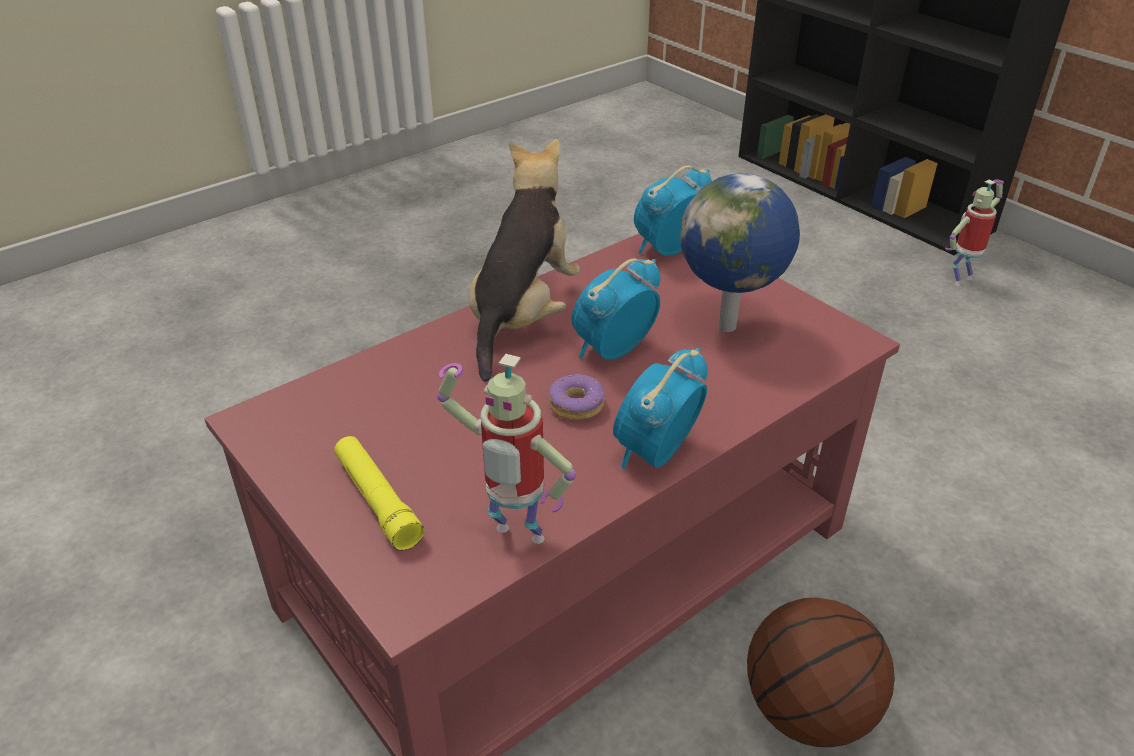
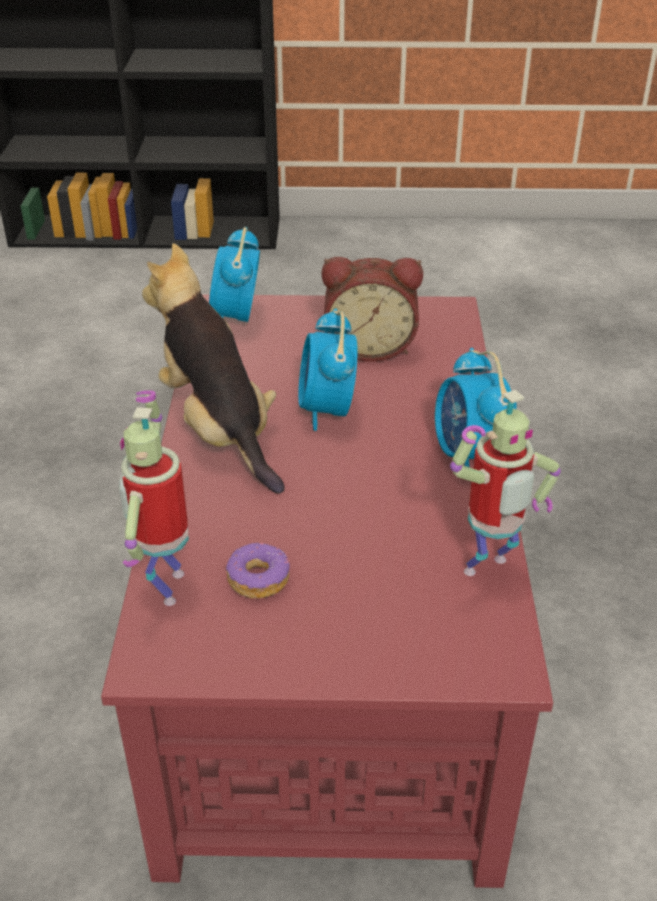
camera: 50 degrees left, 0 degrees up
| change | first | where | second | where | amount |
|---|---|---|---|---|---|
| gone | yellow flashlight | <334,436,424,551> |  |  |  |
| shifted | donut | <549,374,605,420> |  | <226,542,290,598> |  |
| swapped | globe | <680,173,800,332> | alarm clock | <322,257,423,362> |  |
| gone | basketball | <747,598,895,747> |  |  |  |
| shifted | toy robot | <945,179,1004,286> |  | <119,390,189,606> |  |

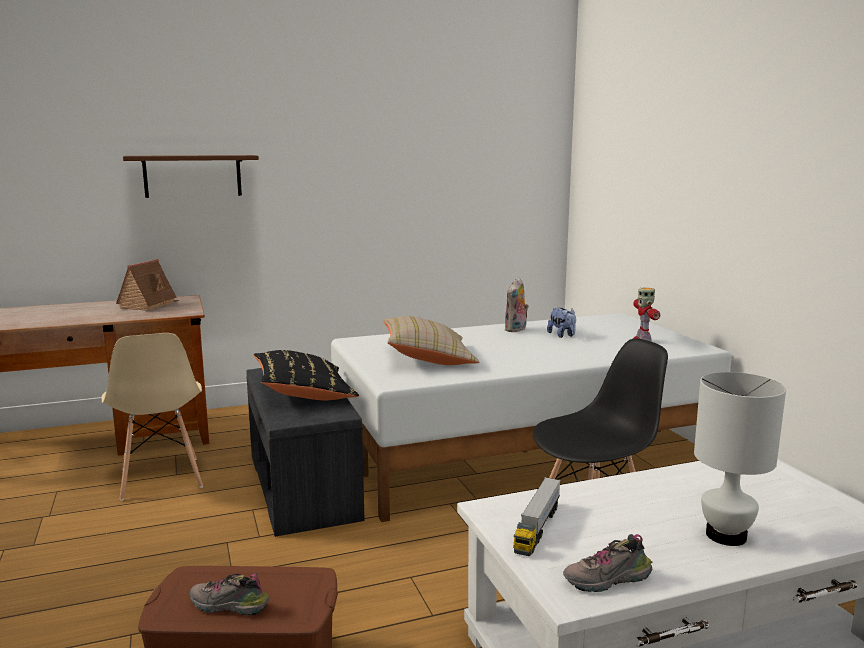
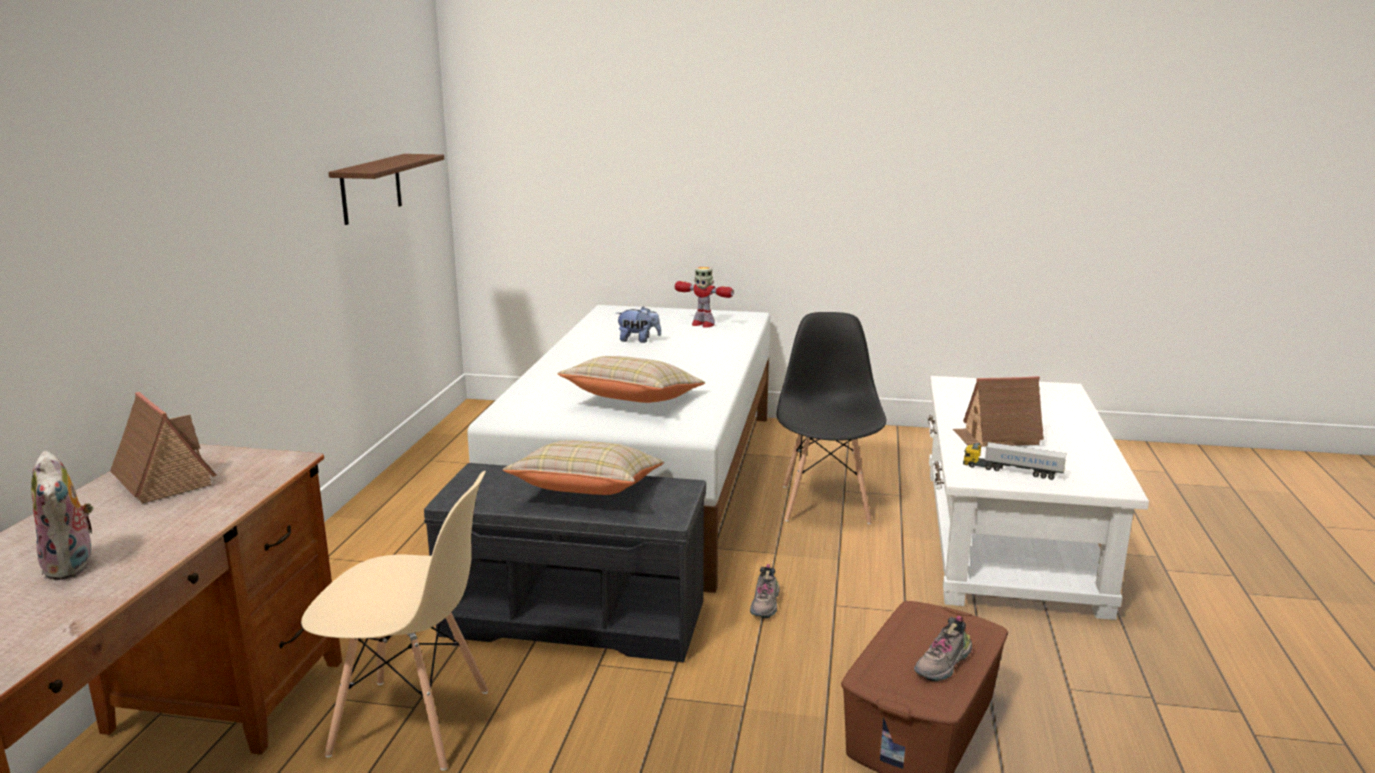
camera: 60 degrees left, 5 degrees up
| change | first | where | second | where | amount |
|---|---|---|---|---|---|
| shifted | brown shelf | <123,155,259,198> |  | <328,154,444,225> |  |
| repainted | black pillow | <253,350,359,400> | beige pillow | <503,440,664,495> |  |
| shifted | plush toy | <505,278,529,332> |  | <31,450,96,580> |  |
| rotated | toy truck | <513,477,561,556> |  | <963,442,1067,480> | 150 degrees clockwise |
| shifted | shoe | <563,534,653,592> |  | <750,564,780,618> |  |
| gone | white table lamp | <694,372,786,546> |  |  |  |
| new |  |  | toy house | <953,376,1044,447> |  |

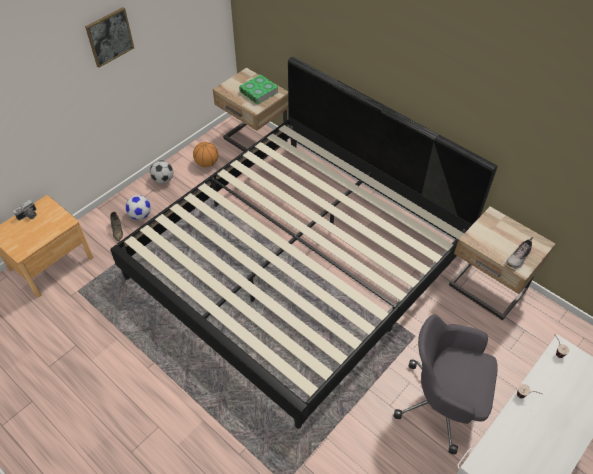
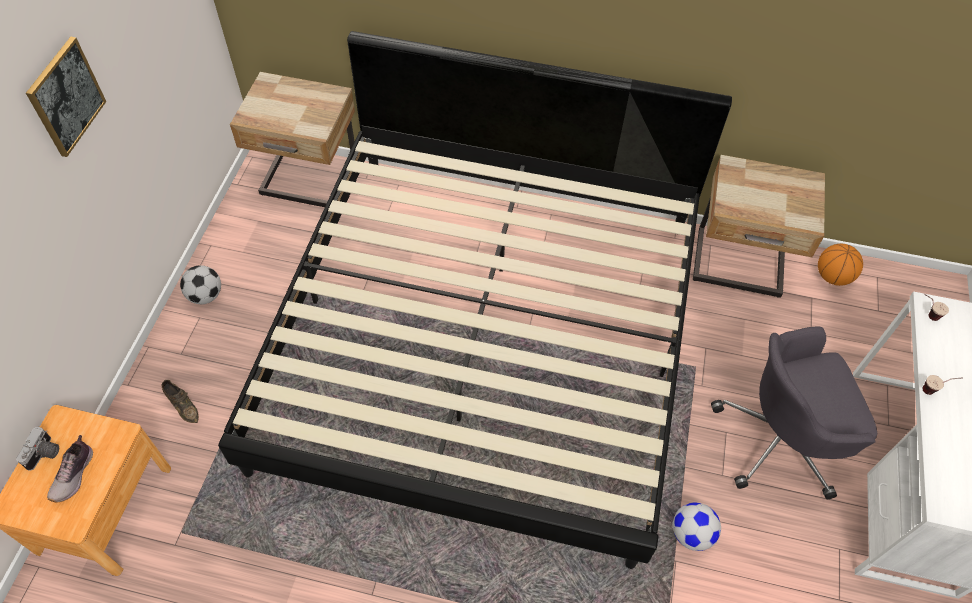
camera: 30 degrees left, 5 degrees up
| change | first | where | second | where | amount |
|---|---|---|---|---|---|
| shifted | football | <125,195,151,220> |  | <673,503,721,551> |  |
| shifted | basketball | <193,142,218,167> |  | <818,244,863,286> |  |
| gone | book | <239,74,279,105> |  |  |  |
| shifted | shoe | <506,237,533,268> |  | <47,435,93,503> |  |

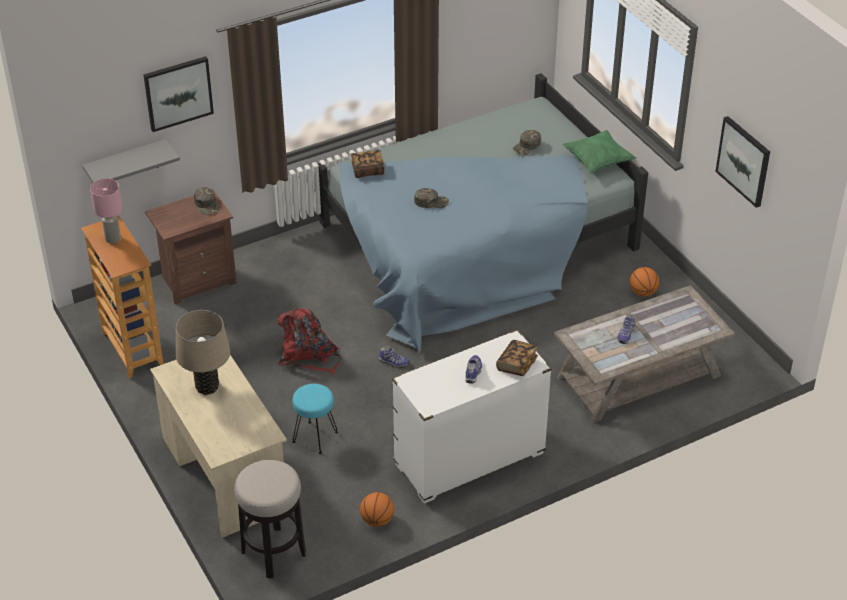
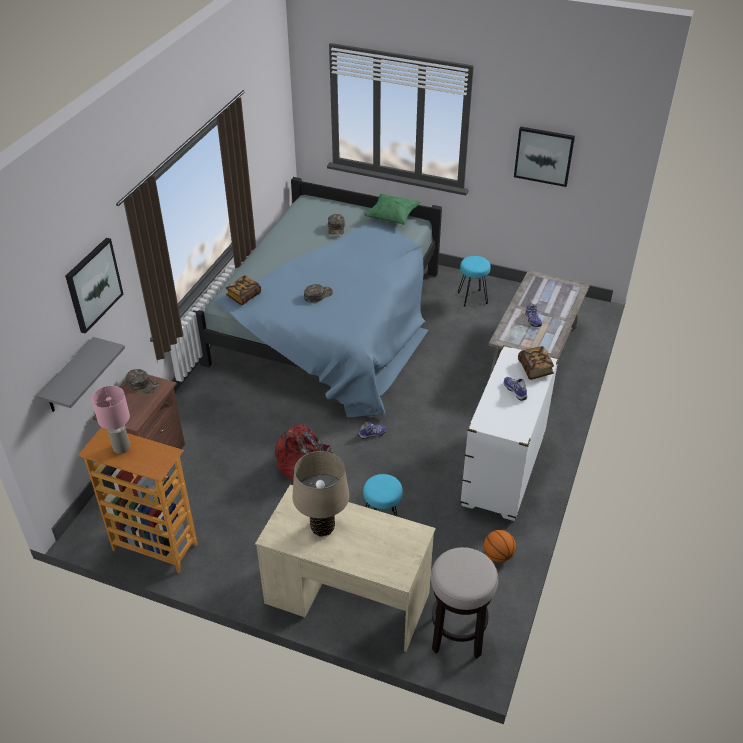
camera: 40 degrees left, 0 degrees up
| change | first | where | second | where | amount |
|---|---|---|---|---|---|
| swapped | basketball | <629,267,659,297> | turquoise stool | <458,256,491,307> |  |

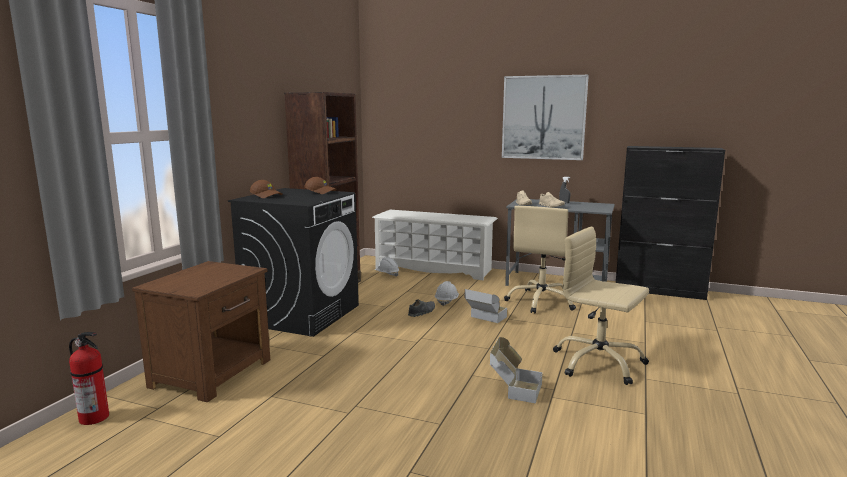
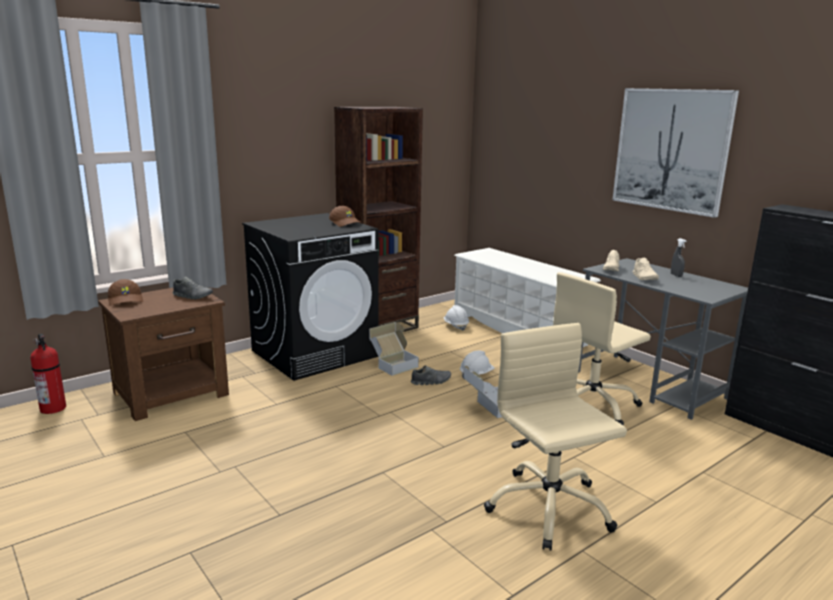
camera: 30 degrees right, 5 degrees up
| change | first | where | second | where | amount |
|---|---|---|---|---|---|
| shifted | brown cap | <250,180,283,198> |  | <108,279,143,306> |  |
| shifted | cardboard box | <490,337,543,403> |  | <369,322,419,376> |  |
| new |  |  | grey shoe | <173,277,213,300> |  |

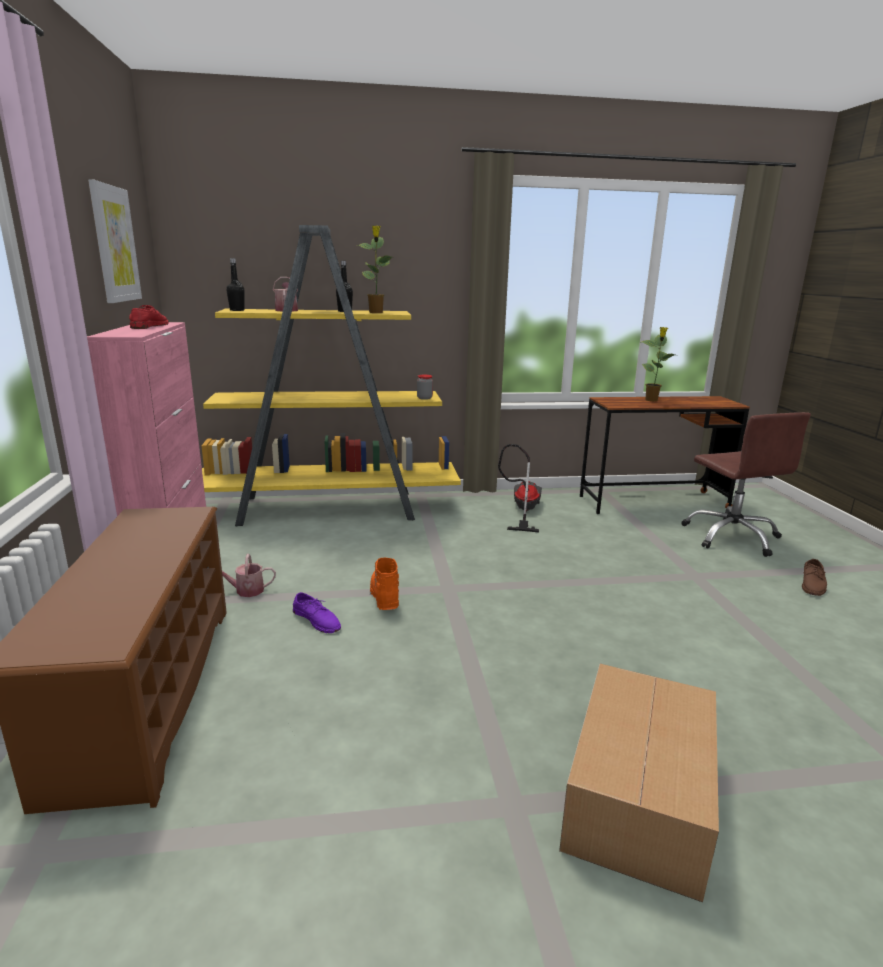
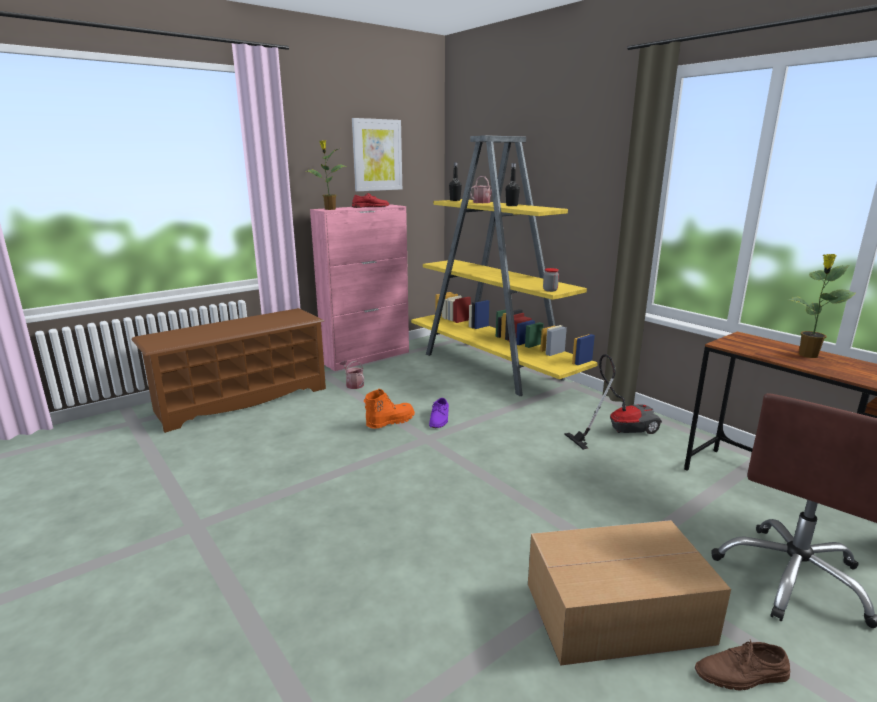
camera: 60 degrees right, 0 degrees up
| change | first | where | second | where | amount |
|---|---|---|---|---|---|
| shifted | purple shoe | <293,592,341,633> |  | <429,398,449,428> |  |
| shifted | potted plant | <357,225,393,313> |  | <306,140,347,210> |  |
| shifted | cardboard box | <559,664,719,902> |  | <528,520,731,666> |  |

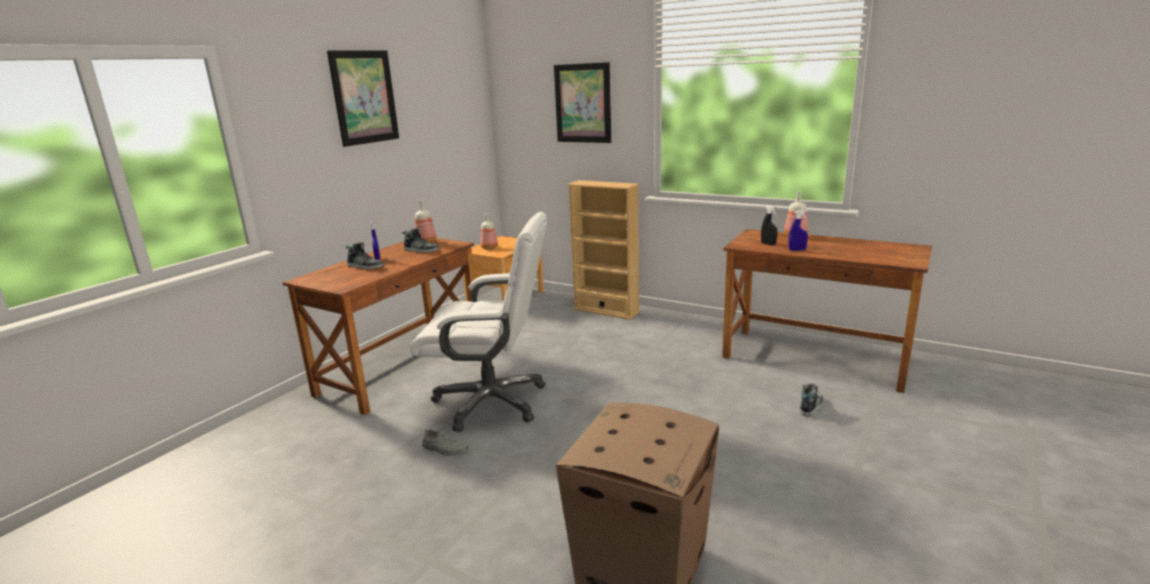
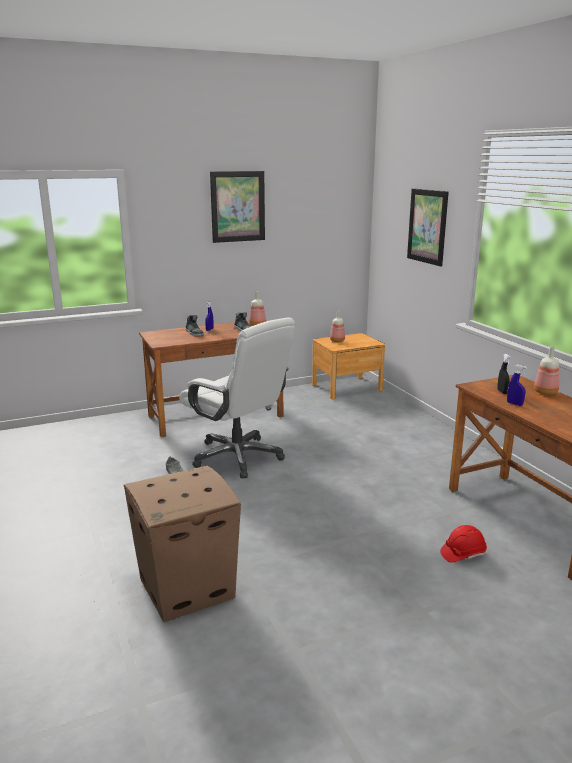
camera: 35 degrees right, 0 degrees up
| change | first | where | second | where | amount |
|---|---|---|---|---|---|
| gone | beige bookcase | <567,180,640,320> |  |  |  |
| swapped | shoe | <800,383,823,417> | red hard hat | <440,525,487,562> |  |

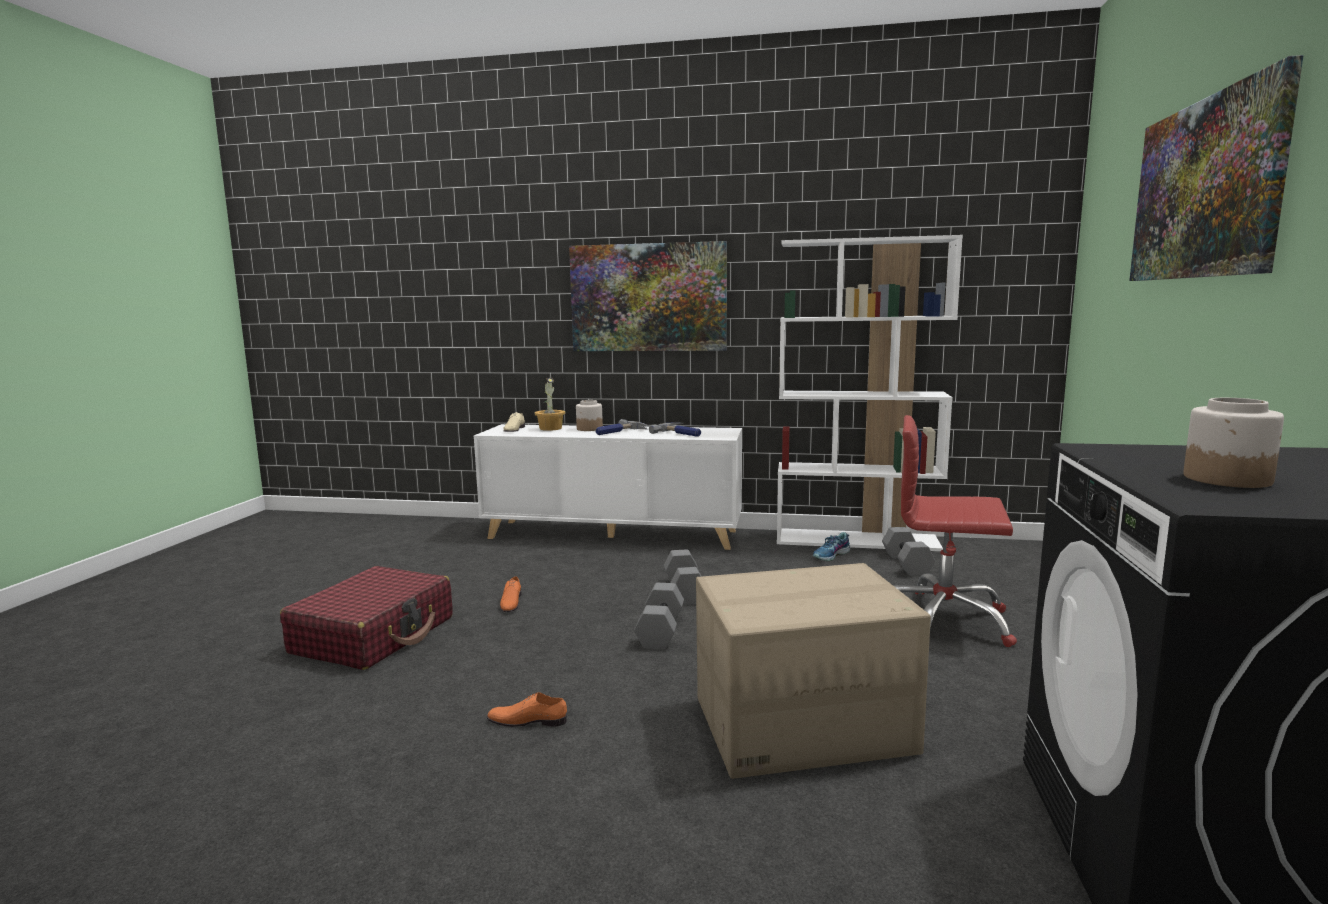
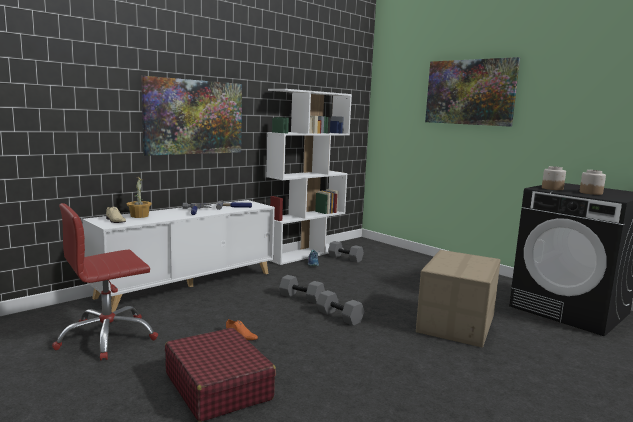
camera: 55 degrees left, 0 degrees up
| change | first | where | second | where | amount |
|---|---|---|---|---|---|
| gone | orange shoe | <487,692,567,727> |  |  |  |
| shifted | jar | <576,400,603,431> |  | <542,166,566,190> |  |
| shifted | red office chair | <893,415,1017,647> |  | <52,203,158,361> |  |

